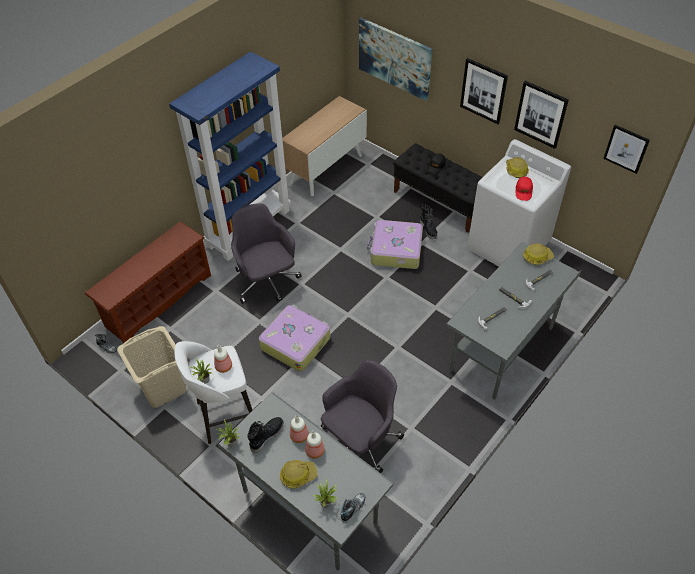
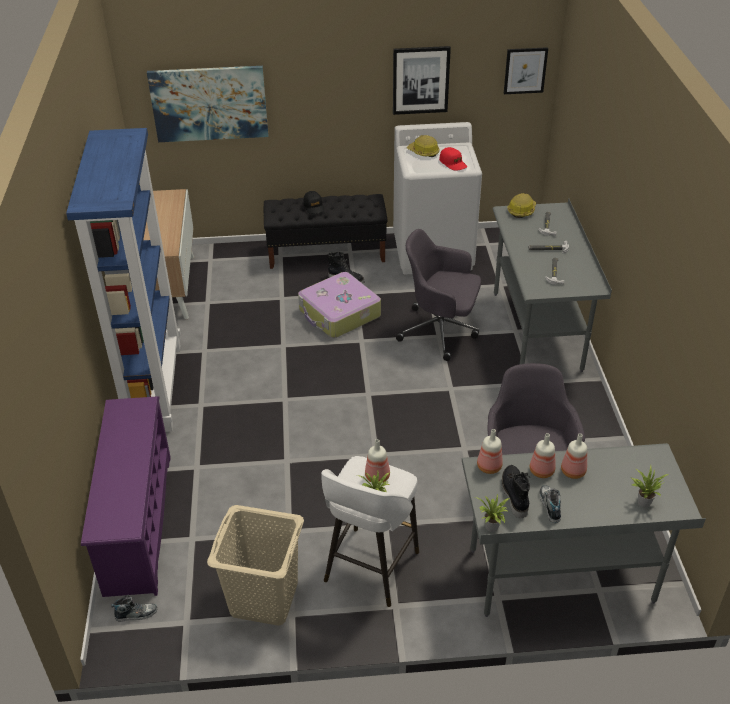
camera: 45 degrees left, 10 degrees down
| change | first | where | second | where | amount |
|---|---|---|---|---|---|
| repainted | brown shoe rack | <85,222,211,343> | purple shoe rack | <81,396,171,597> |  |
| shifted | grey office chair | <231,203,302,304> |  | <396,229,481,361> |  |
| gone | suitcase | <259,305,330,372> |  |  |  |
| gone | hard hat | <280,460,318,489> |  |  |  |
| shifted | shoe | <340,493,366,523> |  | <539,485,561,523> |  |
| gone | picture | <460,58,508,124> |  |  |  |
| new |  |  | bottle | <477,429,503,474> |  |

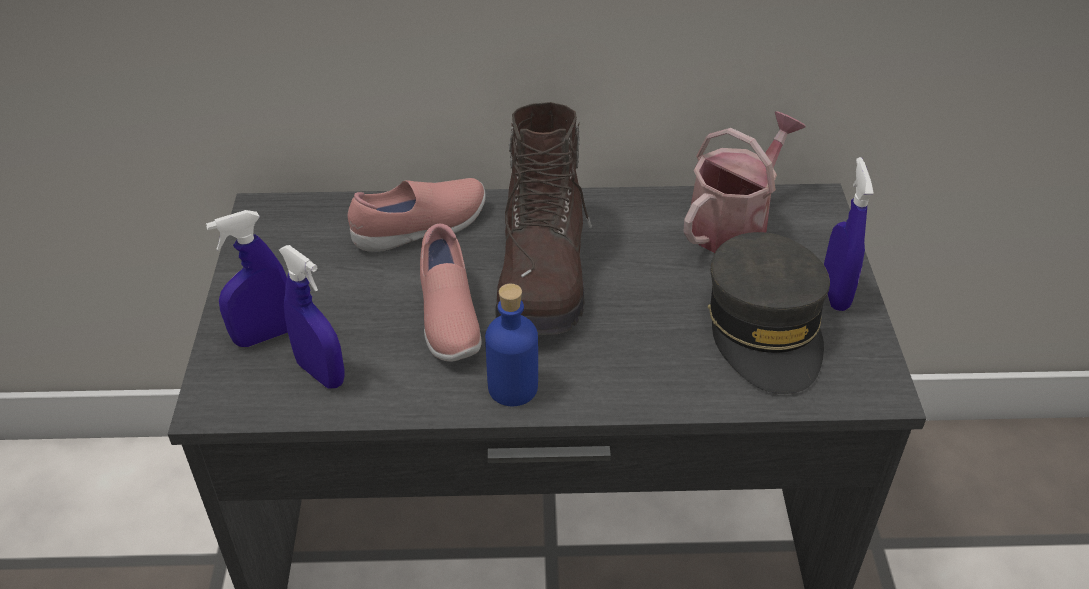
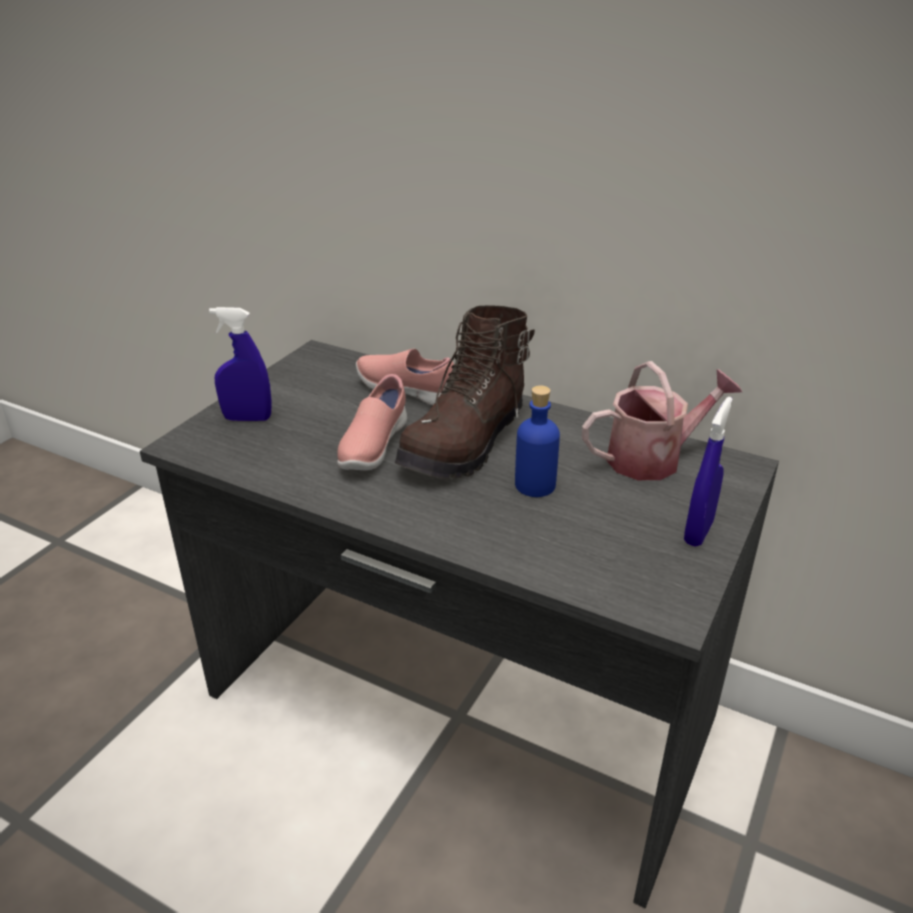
camera: 30 degrees right, 10 degrees down
| change | first | where | second | where | amount |
|---|---|---|---|---|---|
| gone | blue spray bottle | <279,245,345,389> |  |  |  |
| rotated | pink shoe | <348,178,486,252> |  | <356,349,454,406> | 150 degrees counterclockwise |
| shifted | blue bottle | <485,284,538,406> |  | <515,385,560,497> |  |
| gone | grey cap | <708,232,830,394> |  |  |  |

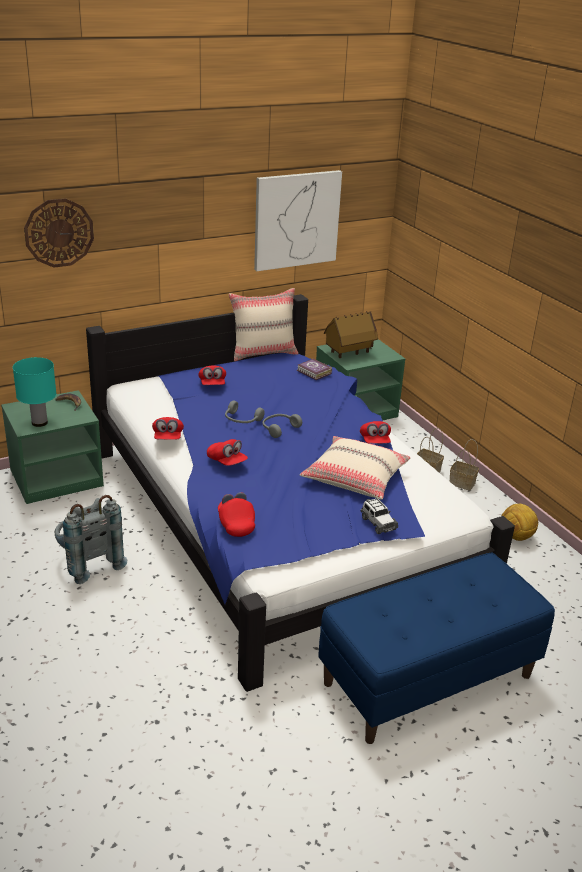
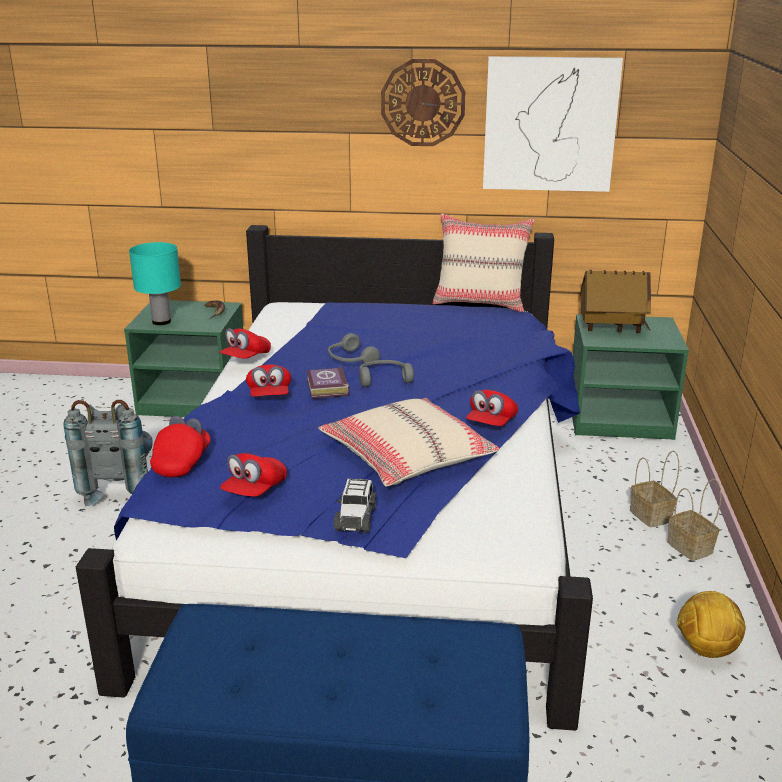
camera: 35 degrees right, 5 degrees down
| change | first | where | second | where | amount |
|---|---|---|---|---|---|
| shifted | wall clock | <24,198,94,268> |  | <381,59,465,146> |  |
| shifted | red cap | <198,365,226,385> |  | <220,453,287,496> |  |
| shifted | book | <297,358,332,380> |  | <307,366,349,399> |  |

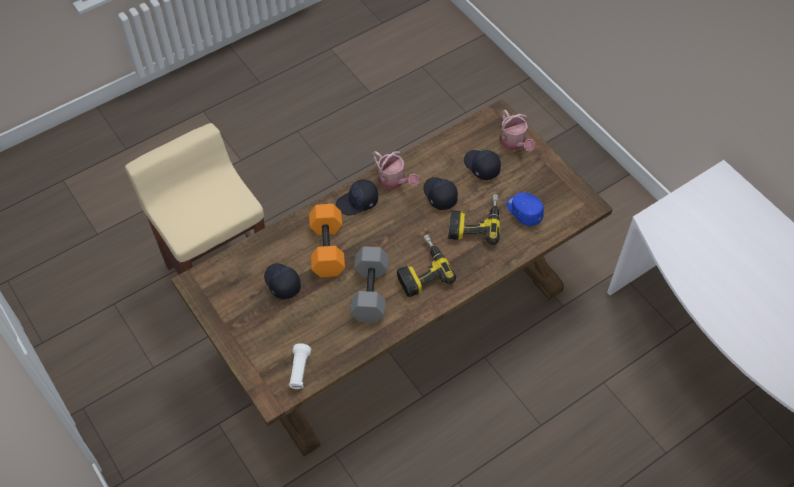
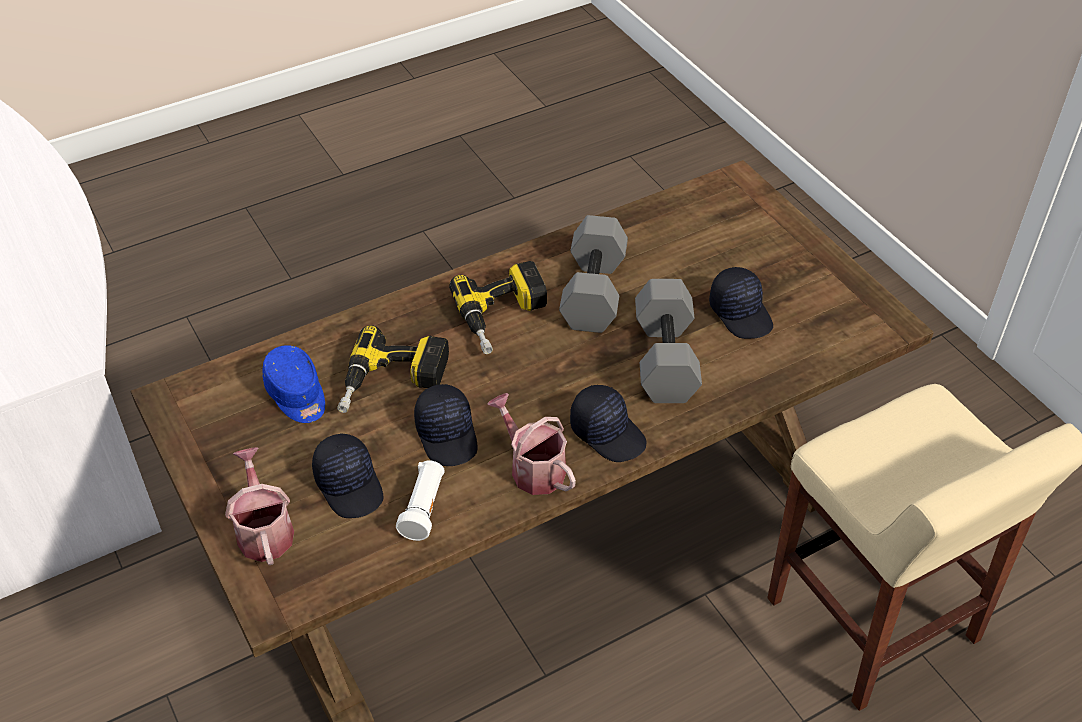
camera: 175 degrees left, 10 degrees down
| change | first | where | second | where | amount |
|---|---|---|---|---|---|
| shifted | white flashlight | <289,343,311,389> |  | <396,460,445,541> |  |
| repainted | orange dumbbell | <309,204,345,277> | grey dumbbell | <635,279,702,403> |  |
| rotated | black cap | <336,179,378,215> |  | <570,385,647,462> | 60 degrees clockwise |

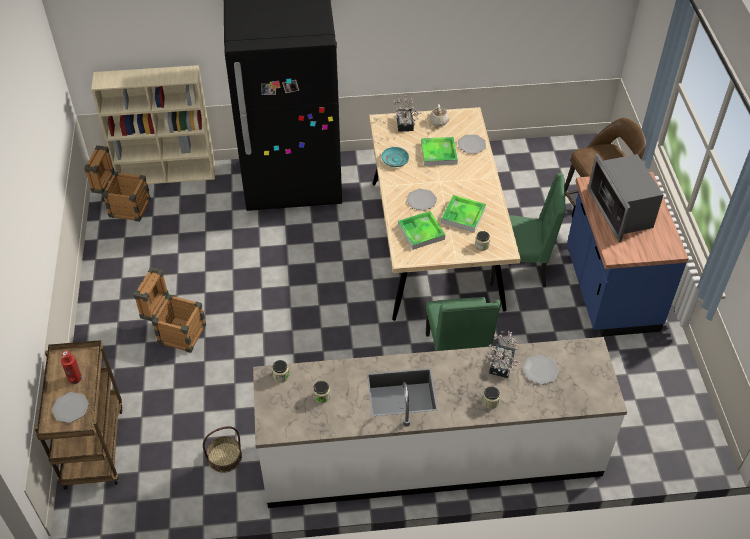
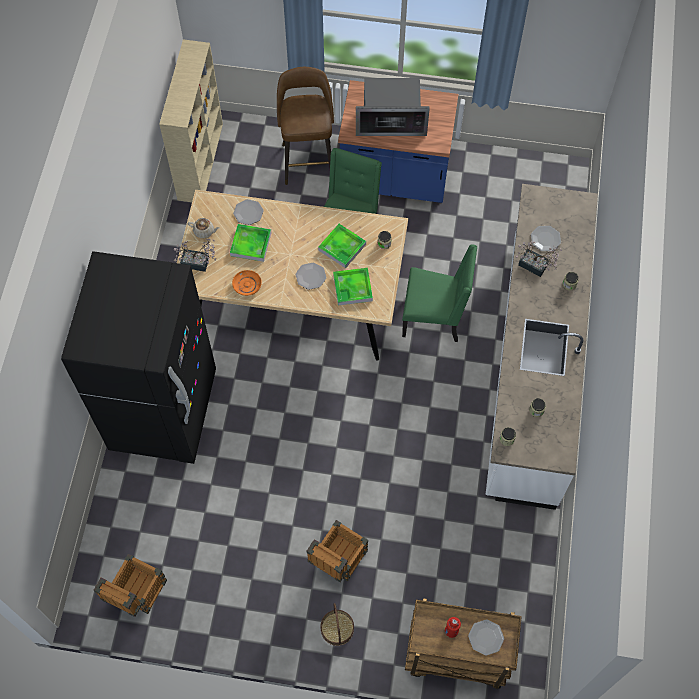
camera: 75 degrees left, 15 degrees up
| change | first | where | second | where | amount |
|---|---|---|---|---|---|
| shifted | beige bookcase | <91,65,215,184> |  | <159,39,223,202> |  |
| shifted | basket | <203,426,242,473> |  | <320,603,354,646> |  |
| repainted | turquoise plate | <381,147,409,167> | orange plate | <232,270,262,296> |  |

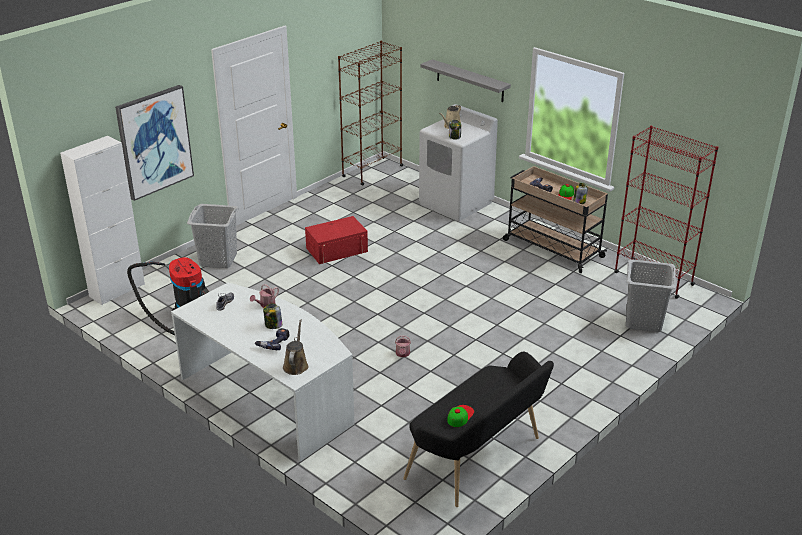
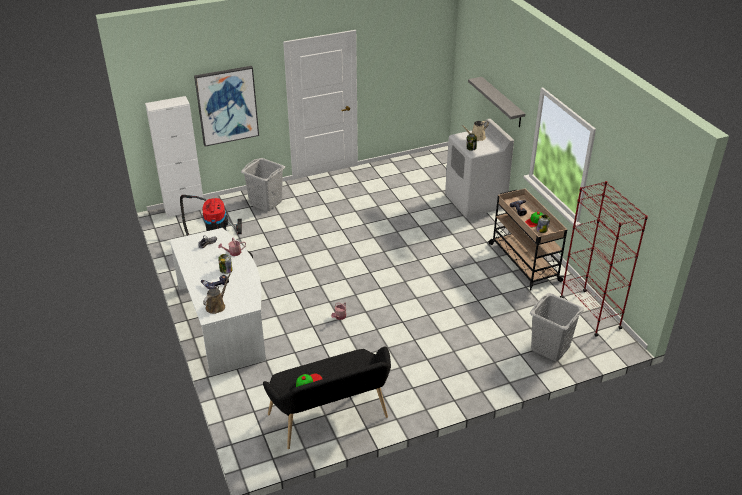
camera: 25 degrees right, 5 degrees up
| change | first | where | second | where | amount |
|---|---|---|---|---|---|
| gone | red storage box | <305,216,368,264> |  |  |  |
| gone | brown bookcase | <338,41,404,186> |  |  |  |

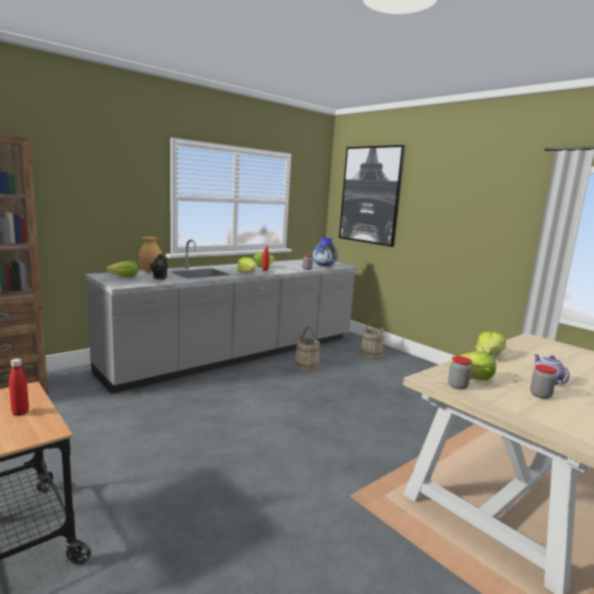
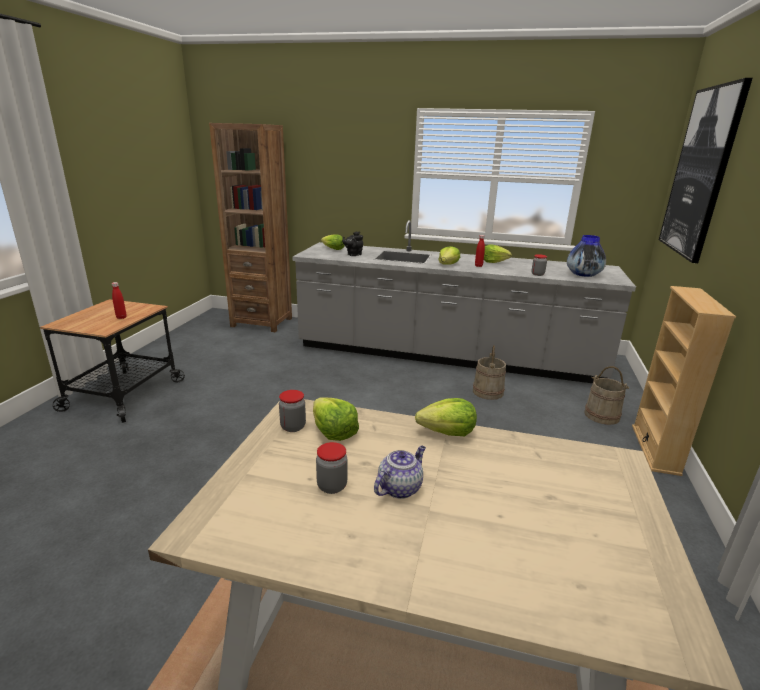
camera: 55 degrees right, 10 degrees up
| change | first | where | second | where | amount |
|---|---|---|---|---|---|
| gone | brown vase | <138,237,162,272> |  |  |  |
| new |  |  | beige bookcase | <632,286,736,476> |  |

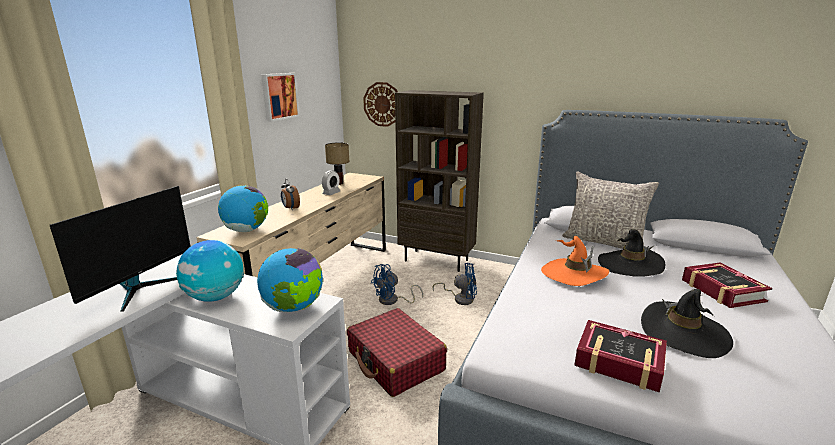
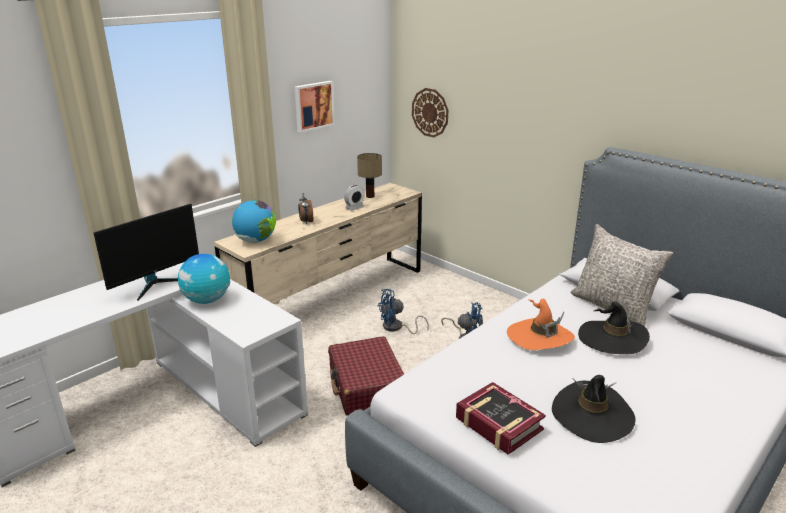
camera: 20 degrees right, 5 degrees up
| change | first | where | second | where | amount |
|---|---|---|---|---|---|
| gone | globe | <257,248,323,312> |  |  |  |
| gone | brown bookcase | <395,90,484,272> |  |  |  |
| gone | book | <682,263,772,308> |  |  |  |

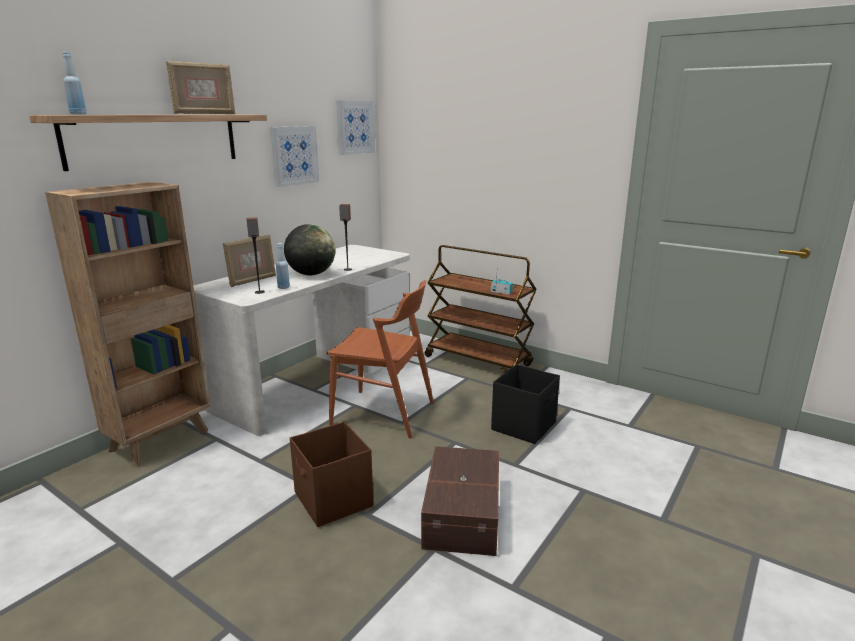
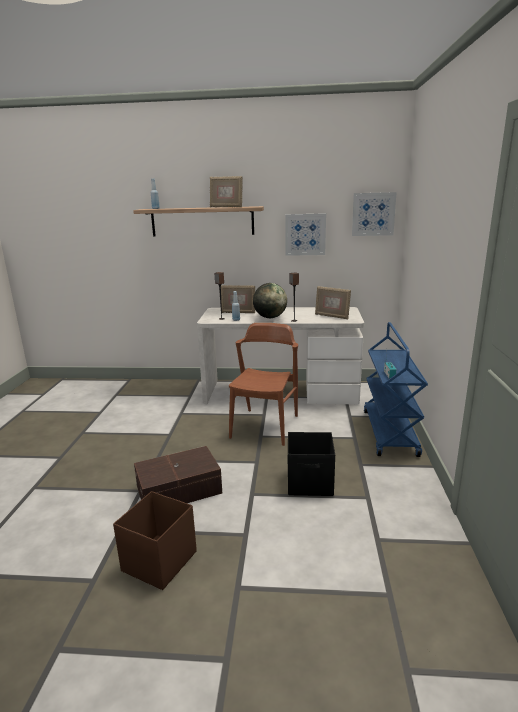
camera: 60 degrees right, 0 degrees up
| change | first | where | second | where | amount |
|---|---|---|---|---|---|
| gone | brown bookcase | <45,182,211,467> |  |  |  |
| shifted | brown storage box | <290,422,373,527> |  | <113,491,197,590> |  |
| rotated | brown chair | <327,280,434,439> |  | <229,323,298,446> | 150 degrees counterclockwise |
| repainted | brown cart | <425,245,537,373> | blue cart | <364,322,428,457> |  |
| new |  |  | picture frame | <315,286,351,319> |  |

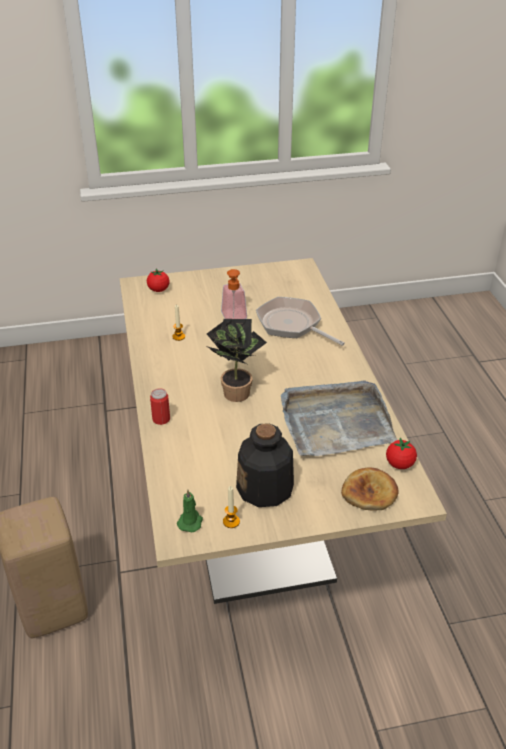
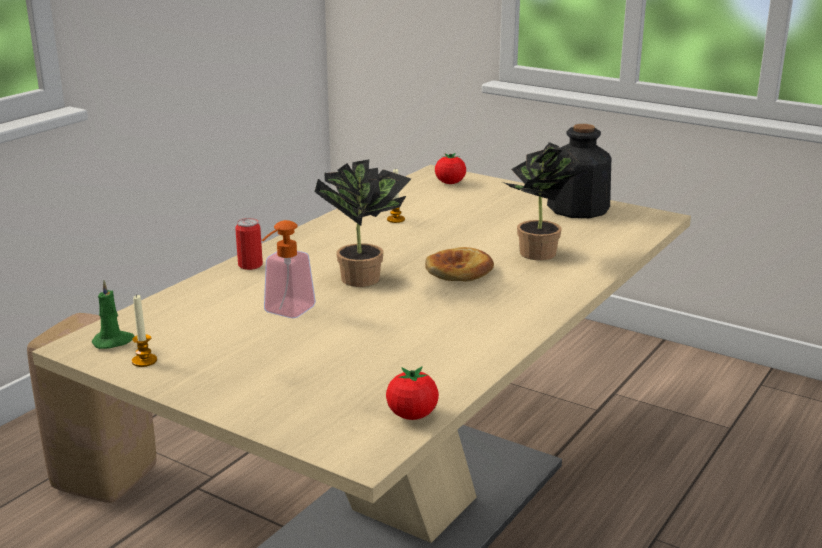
camera: 45 degrees right, 15 degrees down
| change | first | where | second | where | amount |
|---|---|---|---|---|---|
| shifted | soap dispenser | <221,269,247,319> |  | <262,220,316,318> |  |
| shifted | bottle | <236,423,294,507> |  | <547,124,611,218> |  |
| swapped | frying pan | <256,297,345,346> | potted plant | <502,142,586,260> |  |
| gone | grey tray | <281,381,397,456> |  |  |  |
| shifted | bread | <341,468,399,511> |  | <425,247,494,282> |  |

